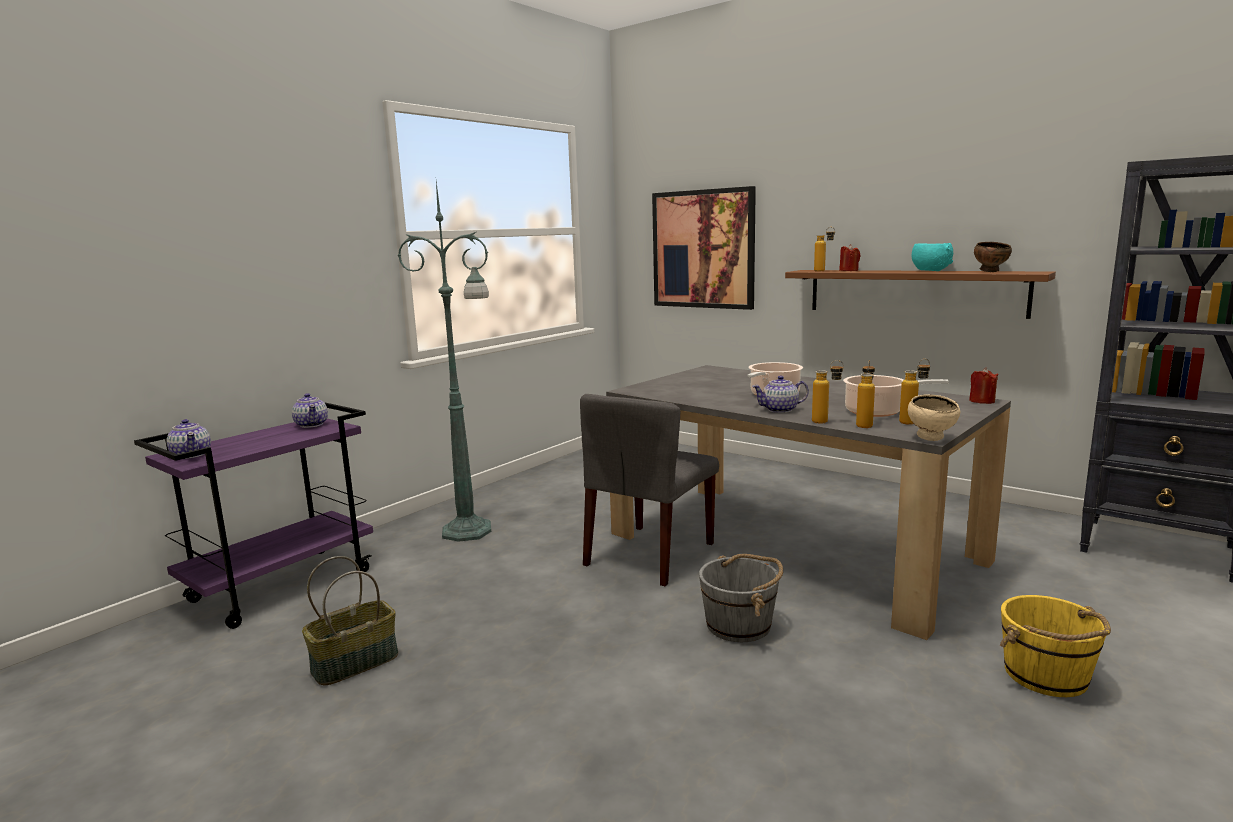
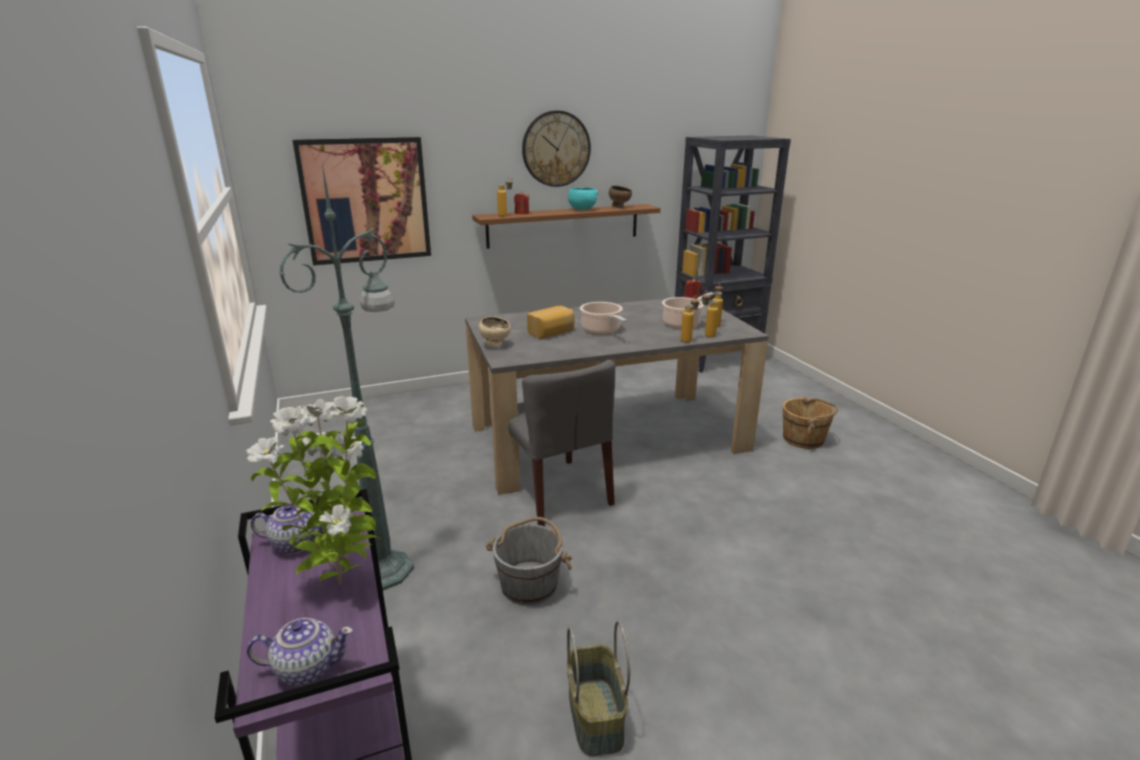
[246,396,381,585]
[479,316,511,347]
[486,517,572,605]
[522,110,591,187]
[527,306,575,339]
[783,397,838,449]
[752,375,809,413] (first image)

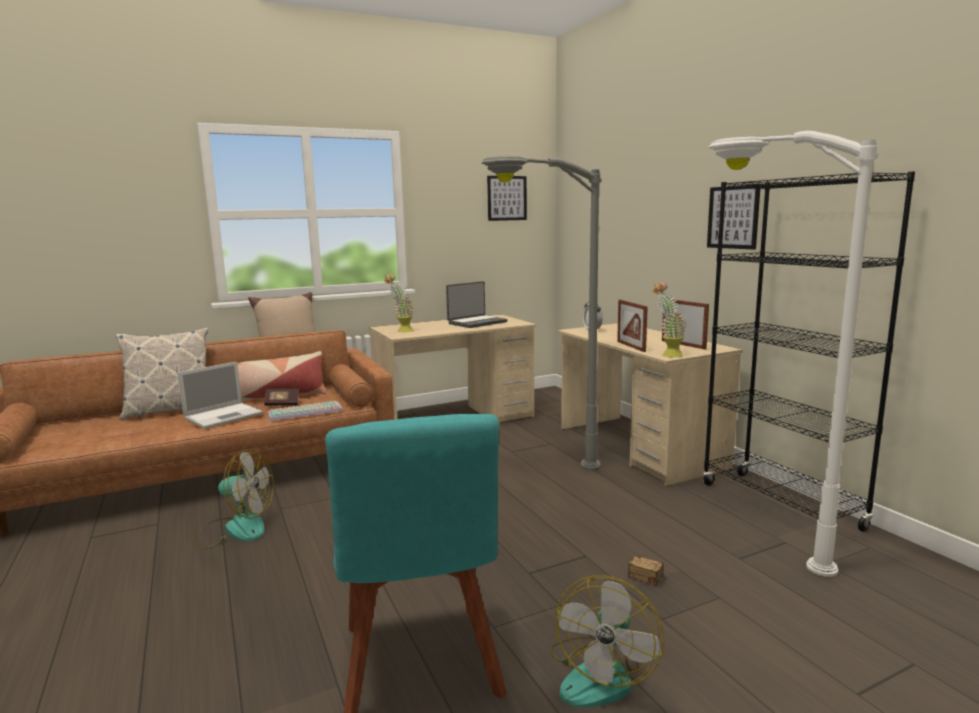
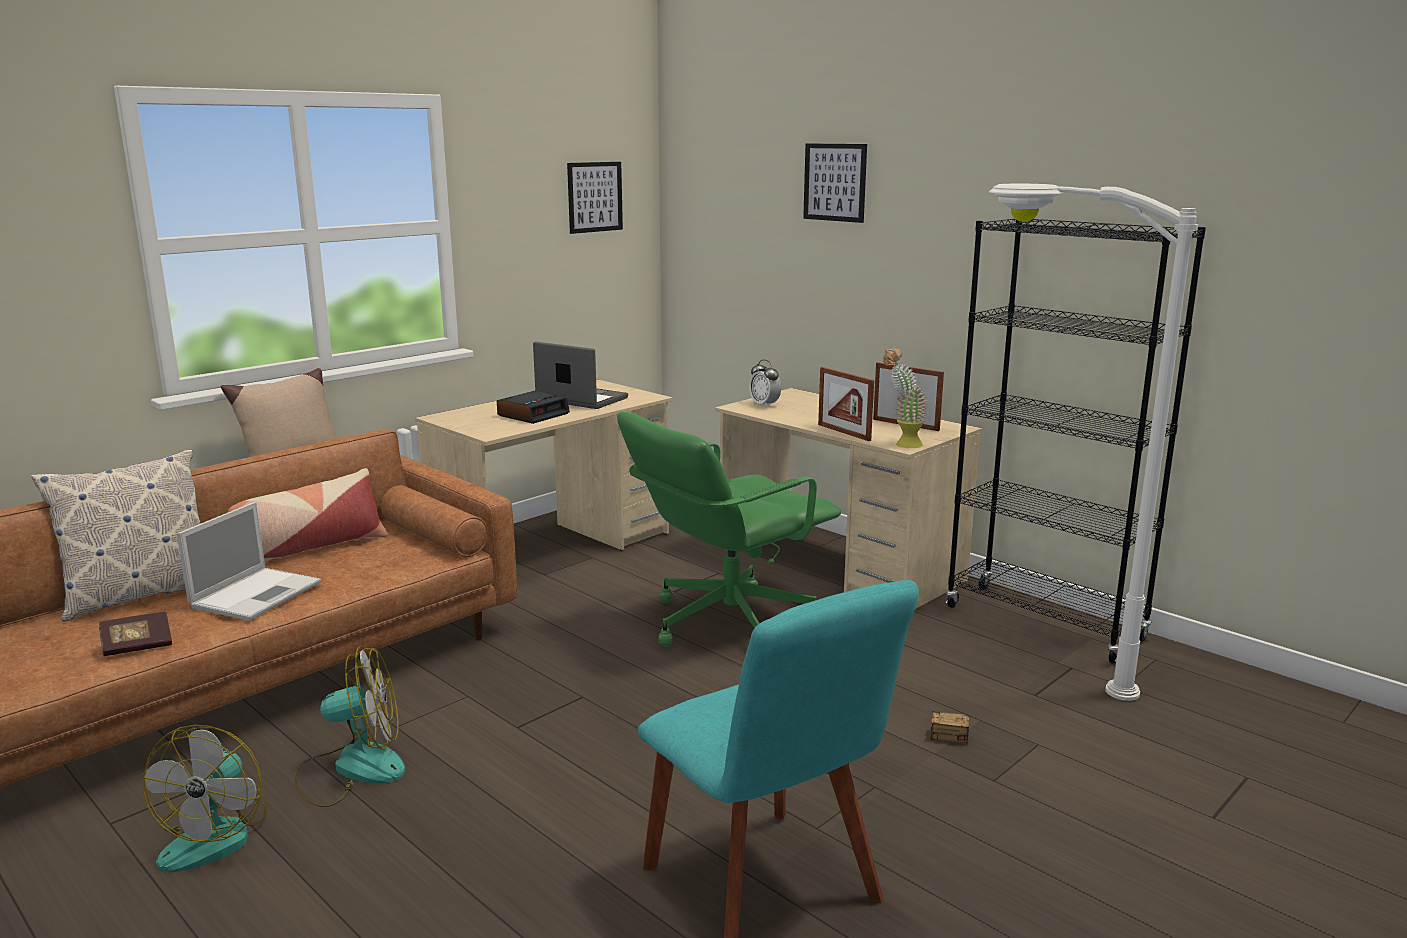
[99,612,172,656]
[143,725,267,872]
[497,390,570,424]
[533,342,628,409]
[617,412,841,647]
[803,143,867,223]
[268,401,343,421] (first image)
[385,274,413,332] (first image)

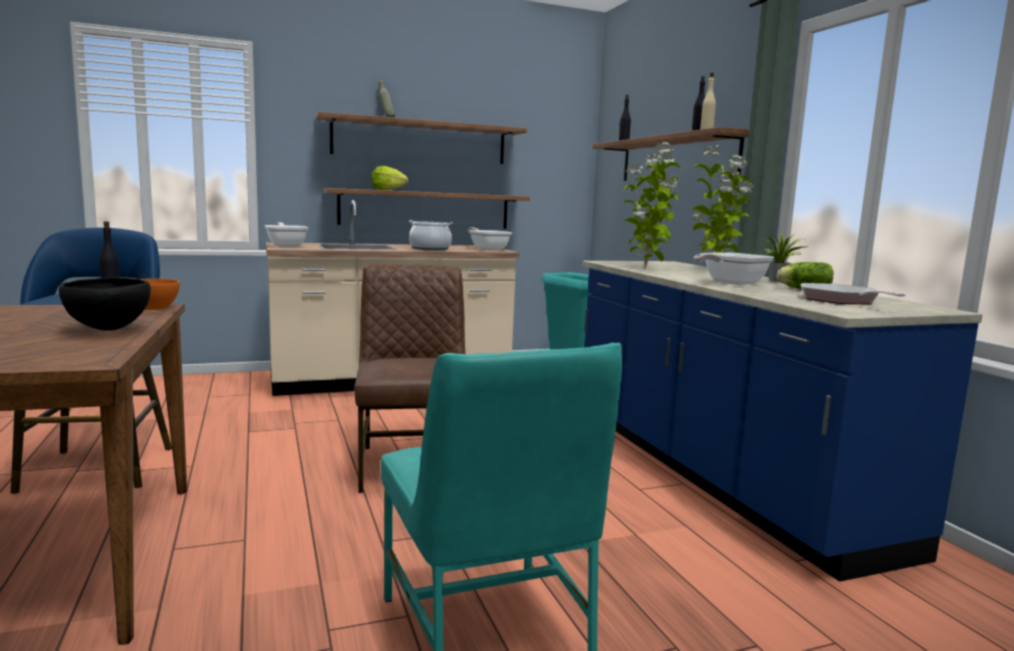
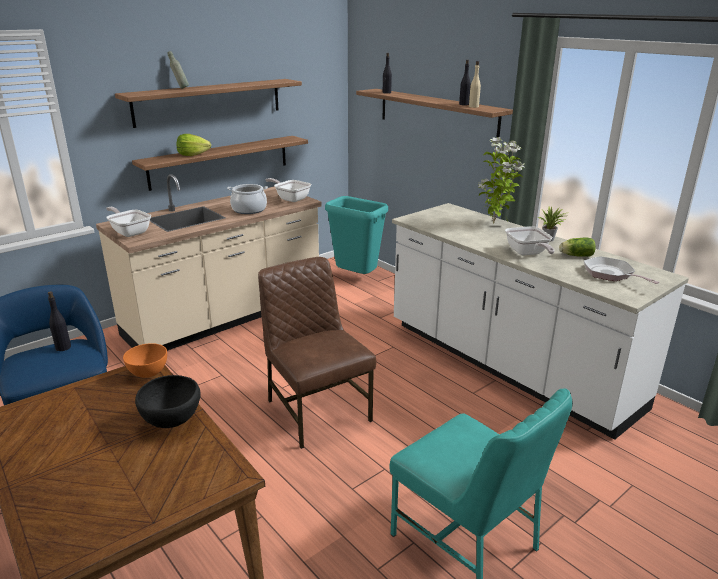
[392,203,689,440]
[505,226,555,256]
[624,142,680,268] (first image)

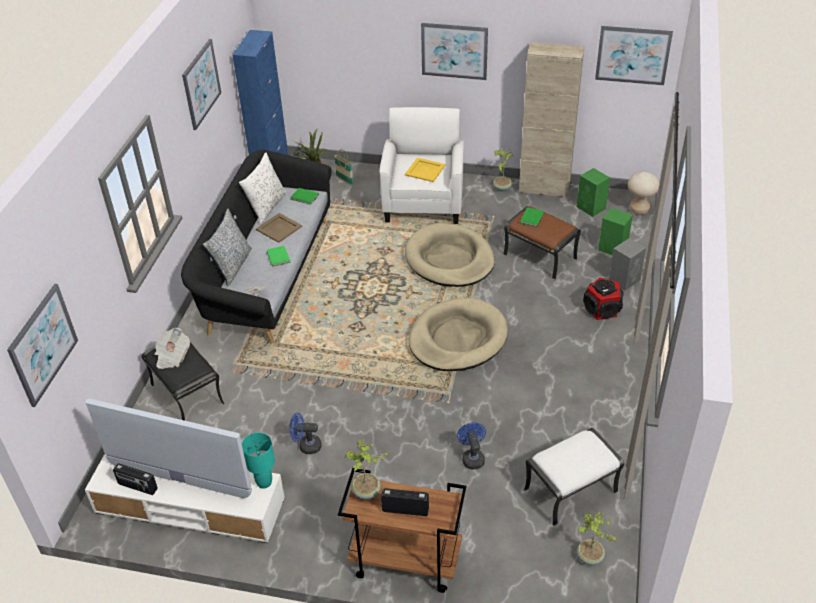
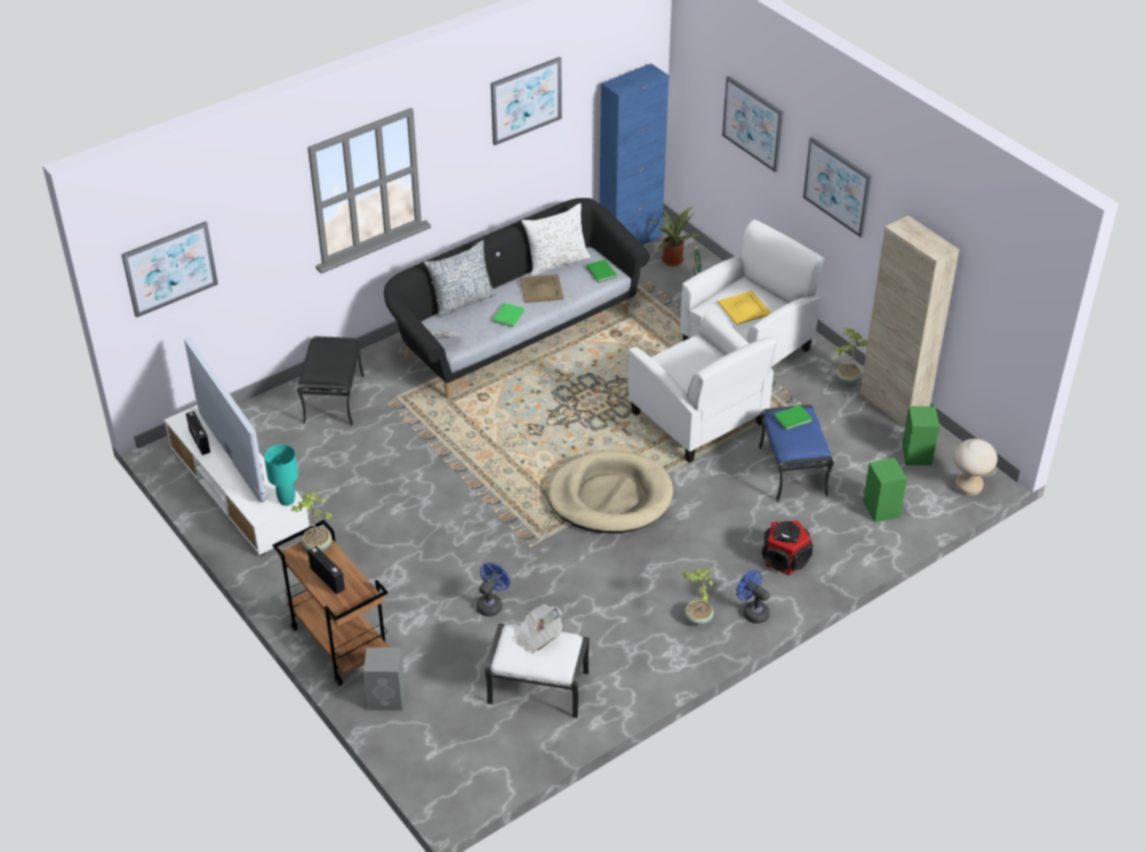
[364,647,405,711]
[513,604,563,654]
[628,310,777,463]
[682,568,714,625]
[722,76,783,173]
[736,570,770,624]
[759,405,834,502]

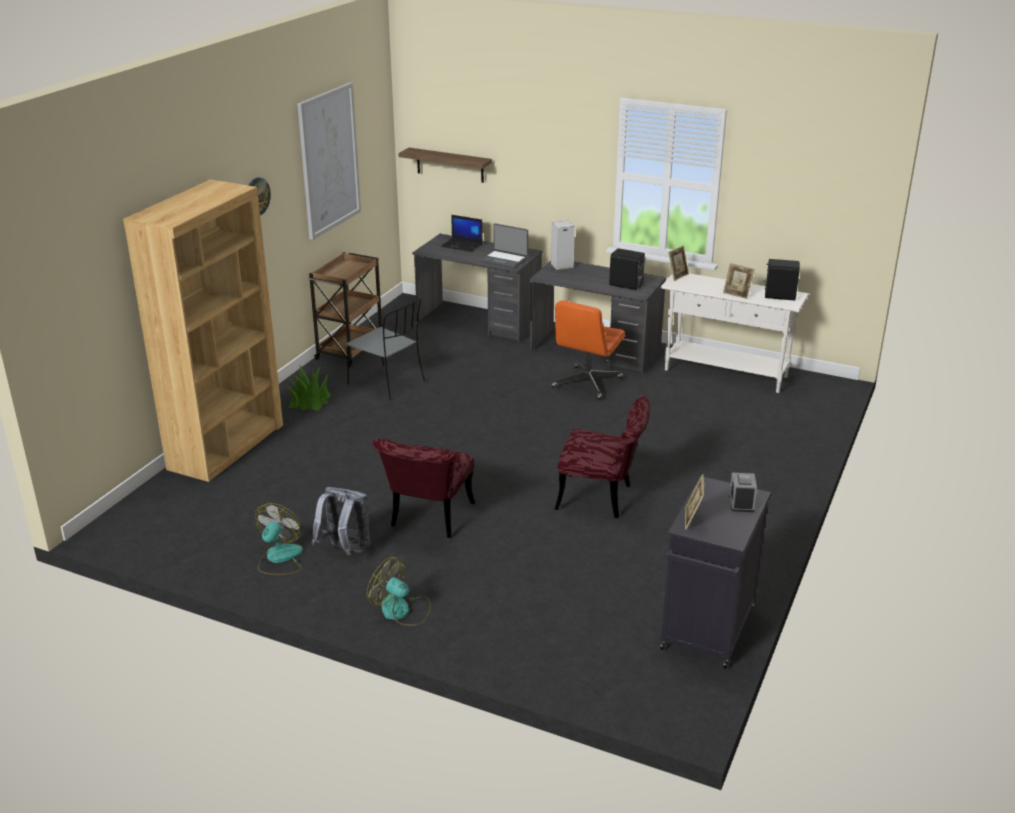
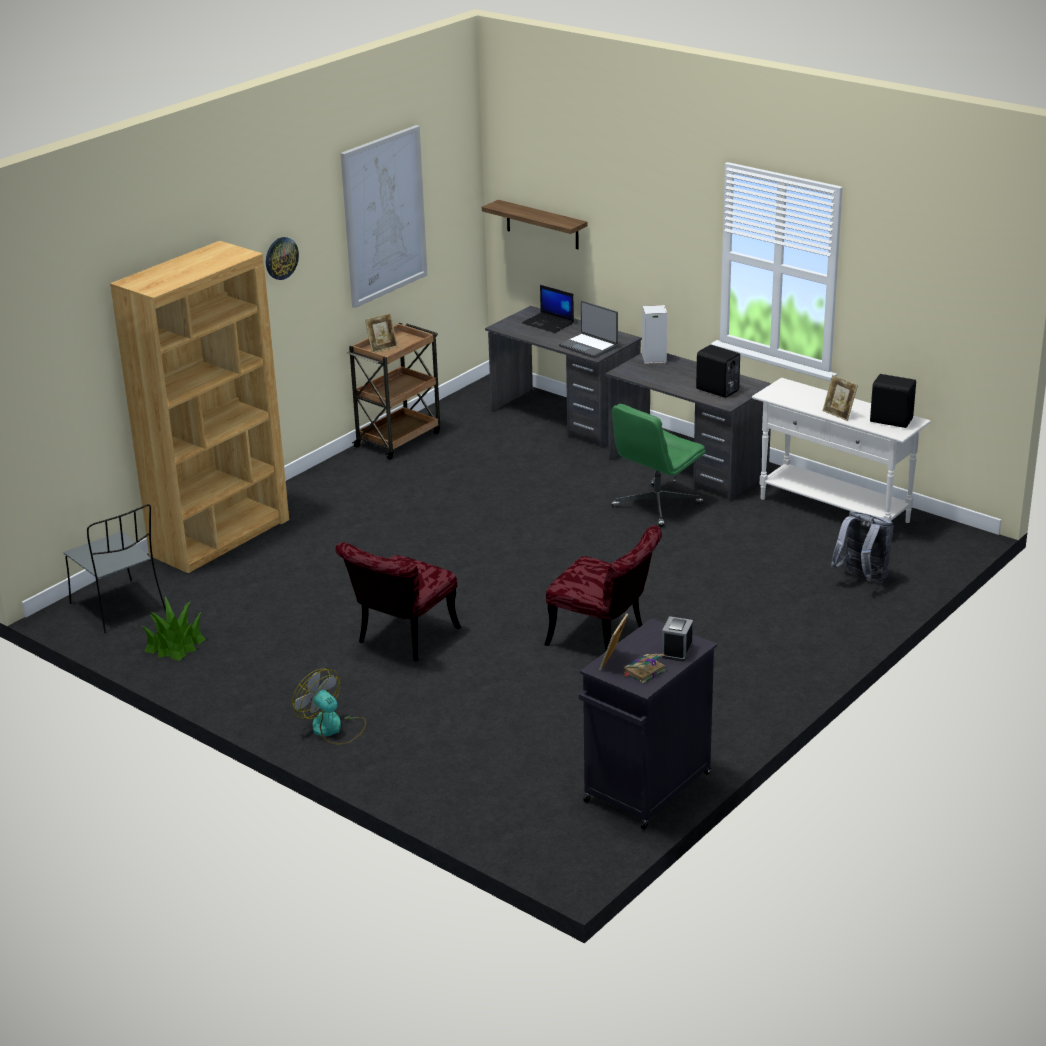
[63,504,166,633]
[142,596,206,661]
[365,313,397,353]
[611,404,705,527]
[622,654,666,684]
[830,511,894,583]
[255,503,303,575] (first image)

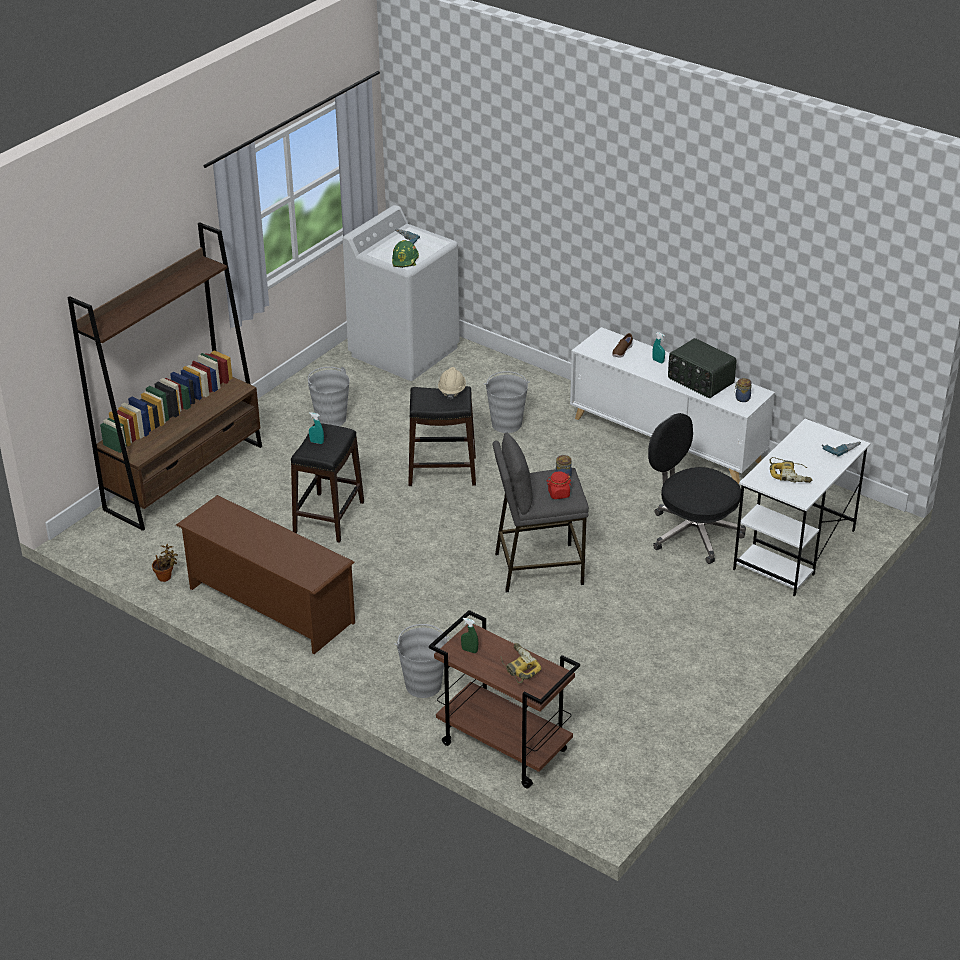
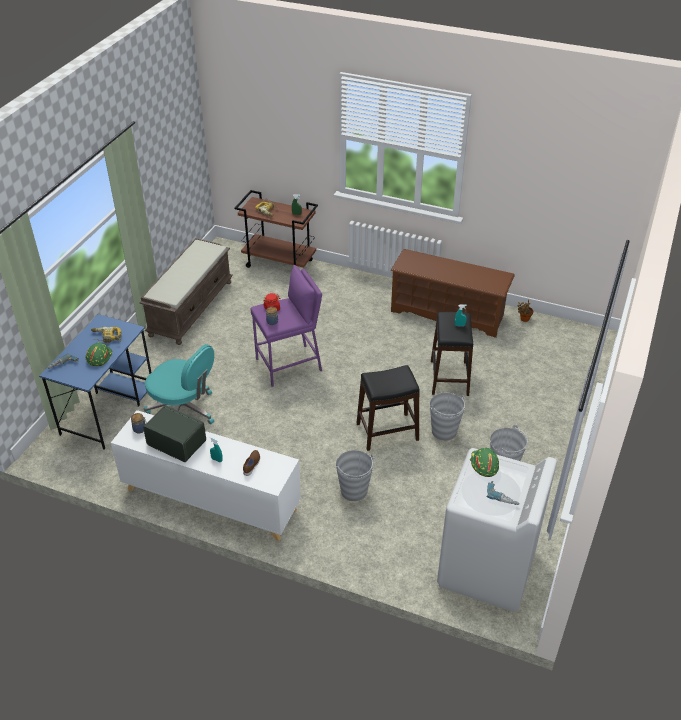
[39,314,152,450]
[85,343,112,366]
[140,238,233,345]
[144,344,214,424]
[250,265,322,387]
[430,392,465,441]
[68,222,262,531] (first image)
[438,367,466,400] (first image)

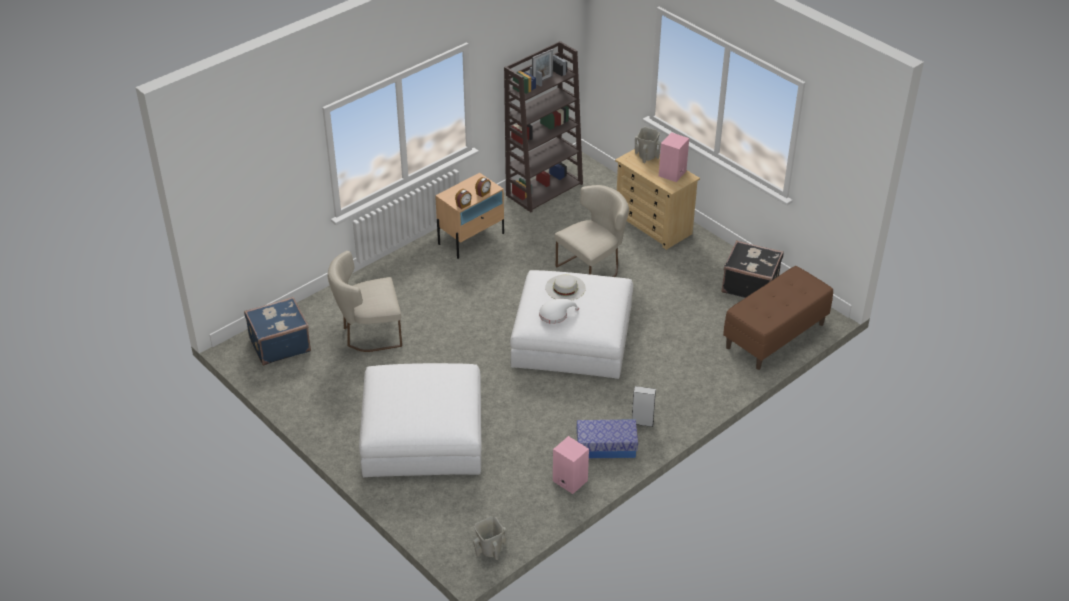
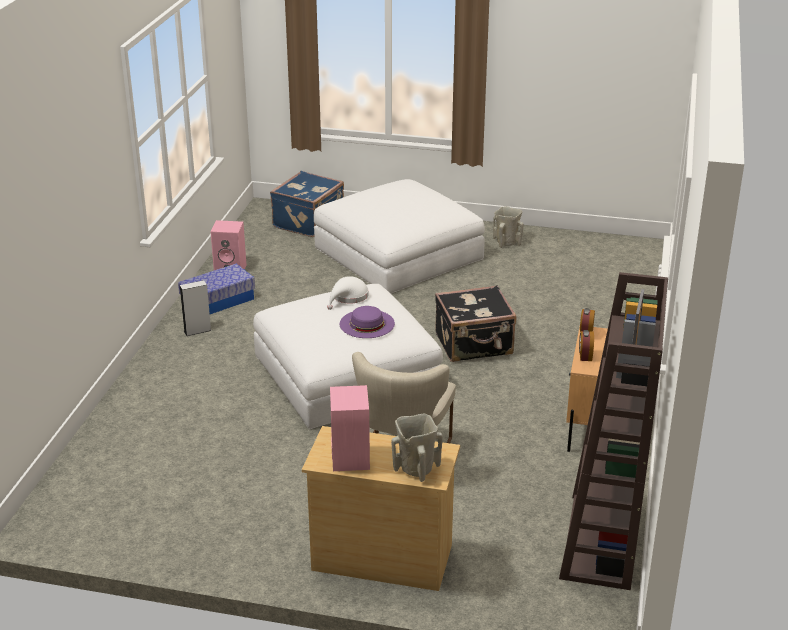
[270,171,344,237]
[340,306,395,338]
[435,285,516,362]
[493,206,523,248]
[328,251,402,352] (first image)
[723,266,833,370] (first image)

